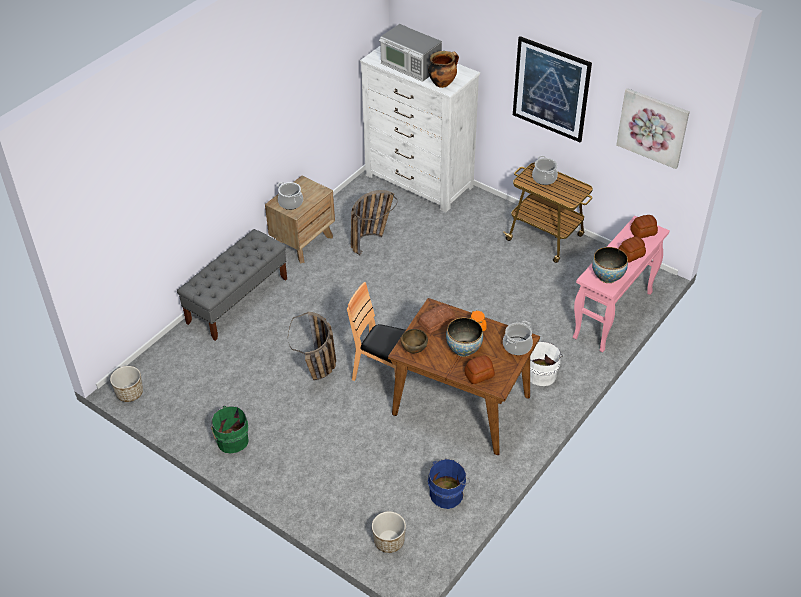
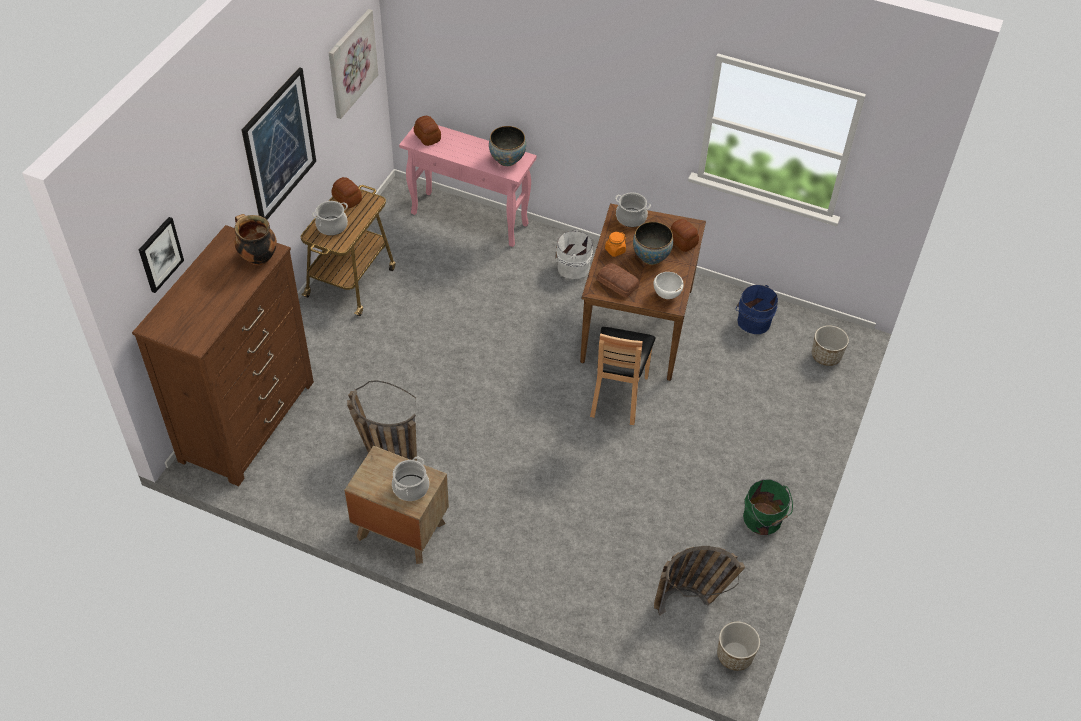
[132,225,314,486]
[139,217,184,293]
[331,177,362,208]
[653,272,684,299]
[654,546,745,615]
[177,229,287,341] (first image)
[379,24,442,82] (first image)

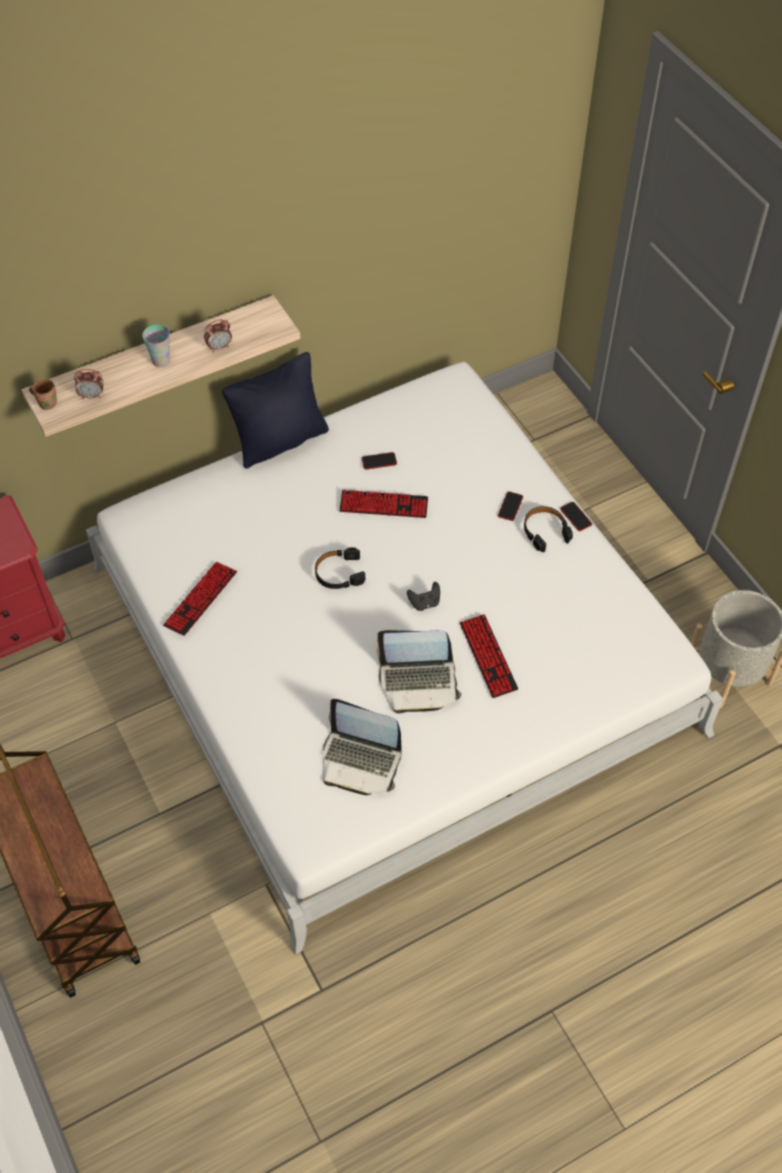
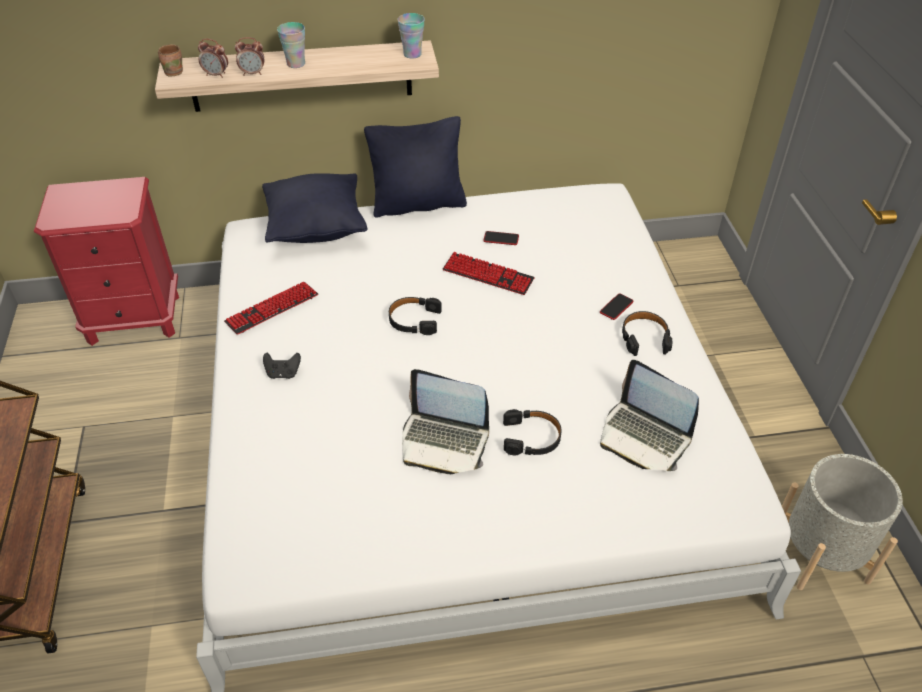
[235,37,264,76]
[262,173,368,243]
[263,353,301,379]
[398,13,425,59]
[503,409,562,456]
[600,360,699,471]
[560,502,592,531] (first image)

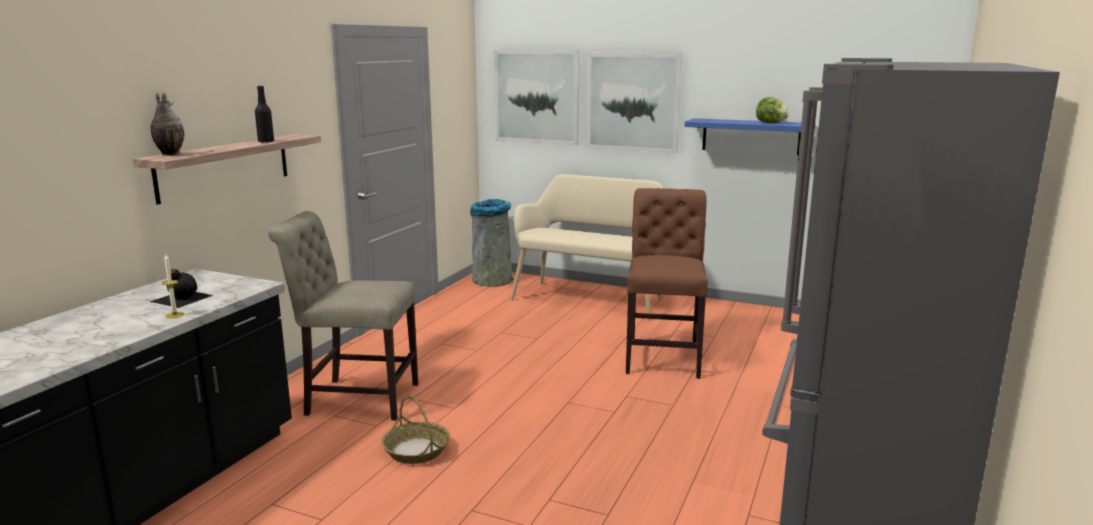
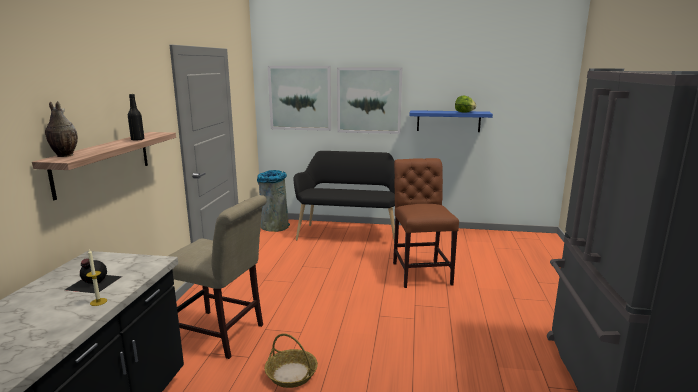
[168,195,267,359]
[294,151,395,240]

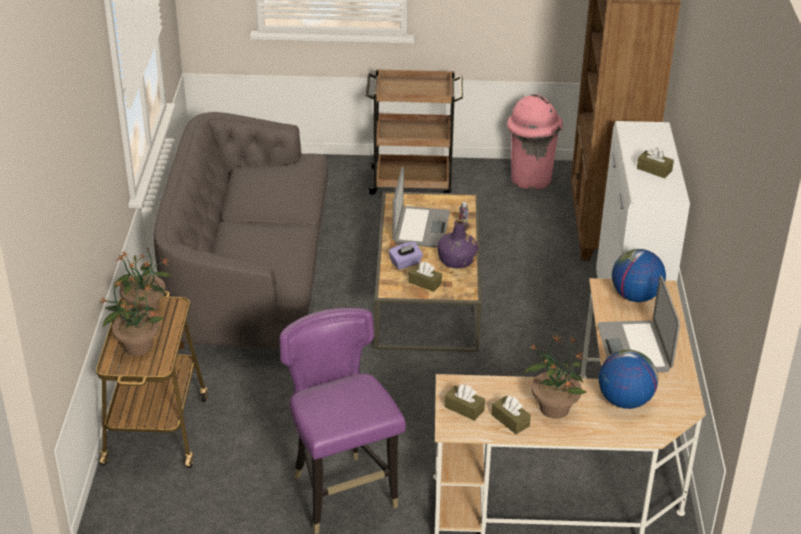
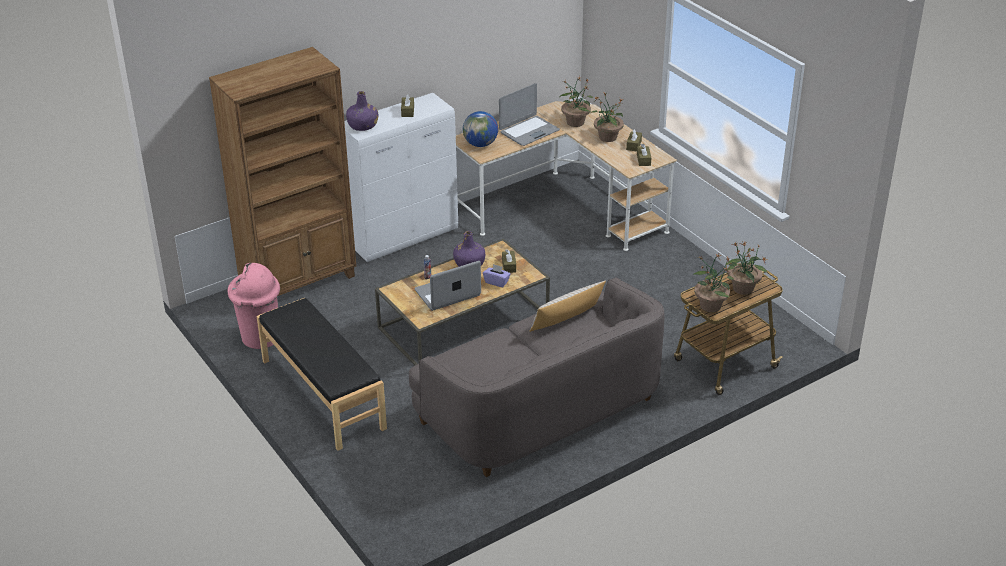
[256,298,387,451]
[346,91,378,131]
[529,281,606,332]
[561,76,594,127]
[280,308,406,534] (first image)

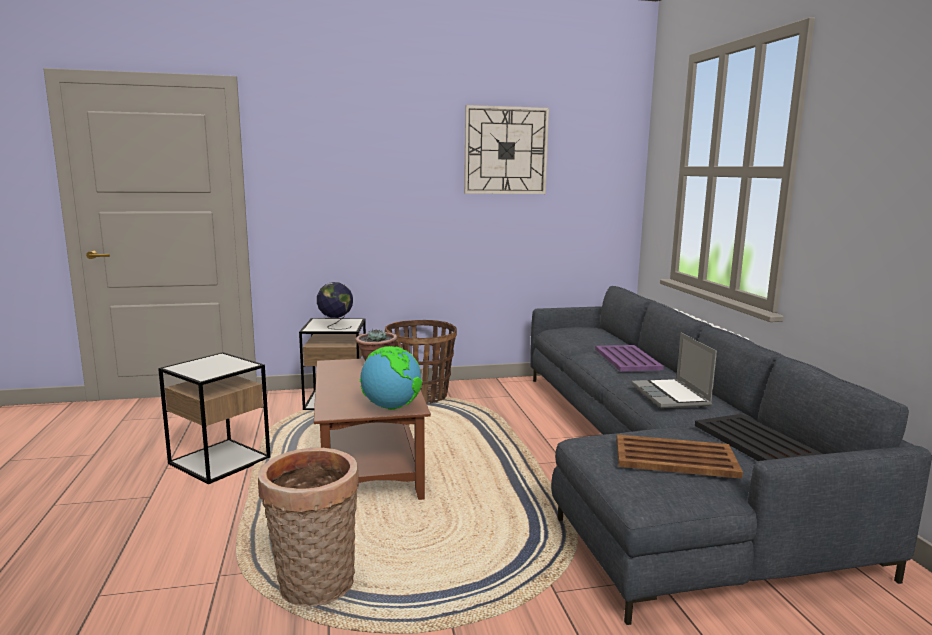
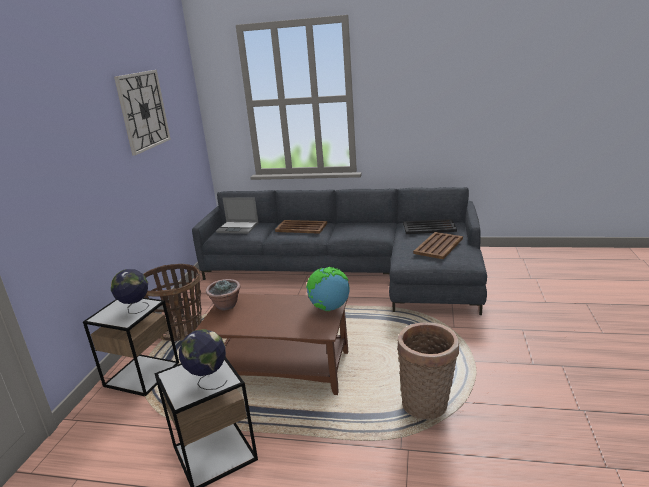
[179,329,228,390]
[216,197,259,234]
[275,220,327,234]

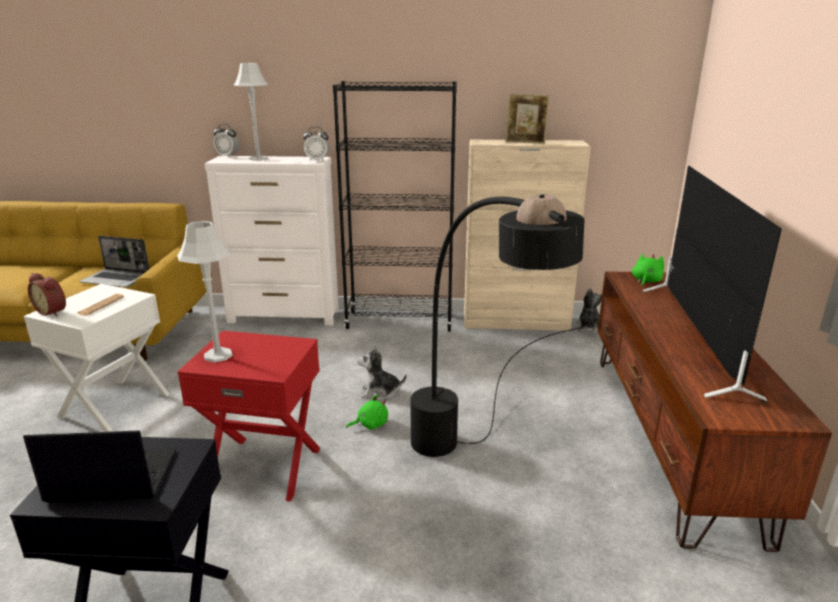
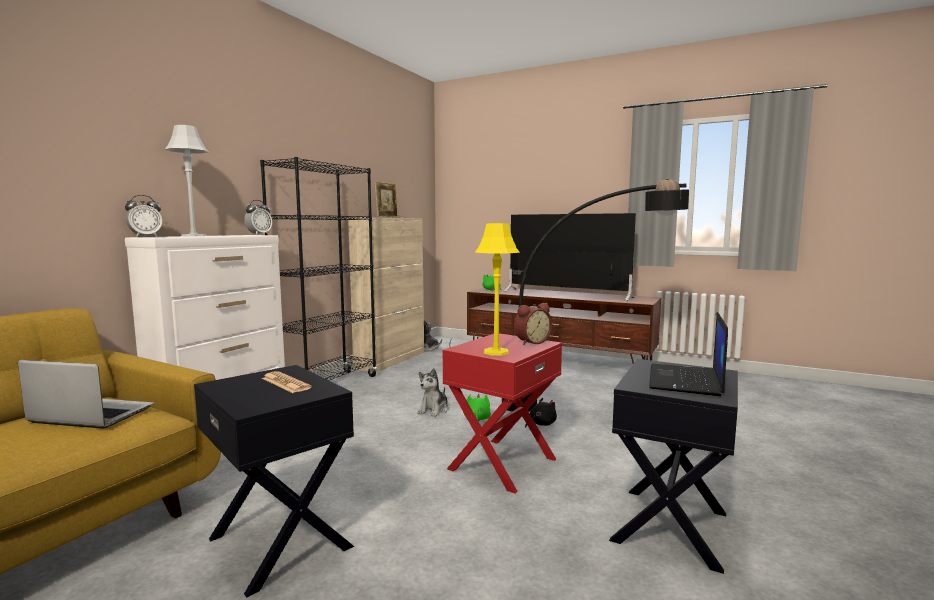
[18,360,154,429]
[194,365,354,598]
[475,223,520,356]
[514,303,552,345]
[525,398,557,427]

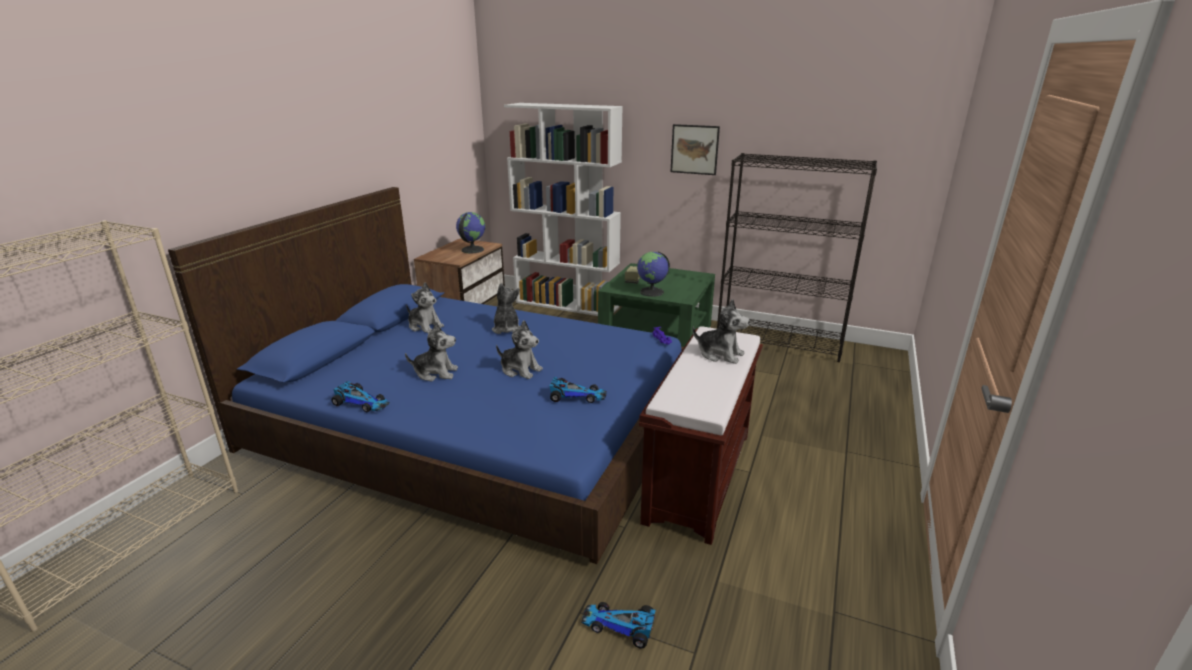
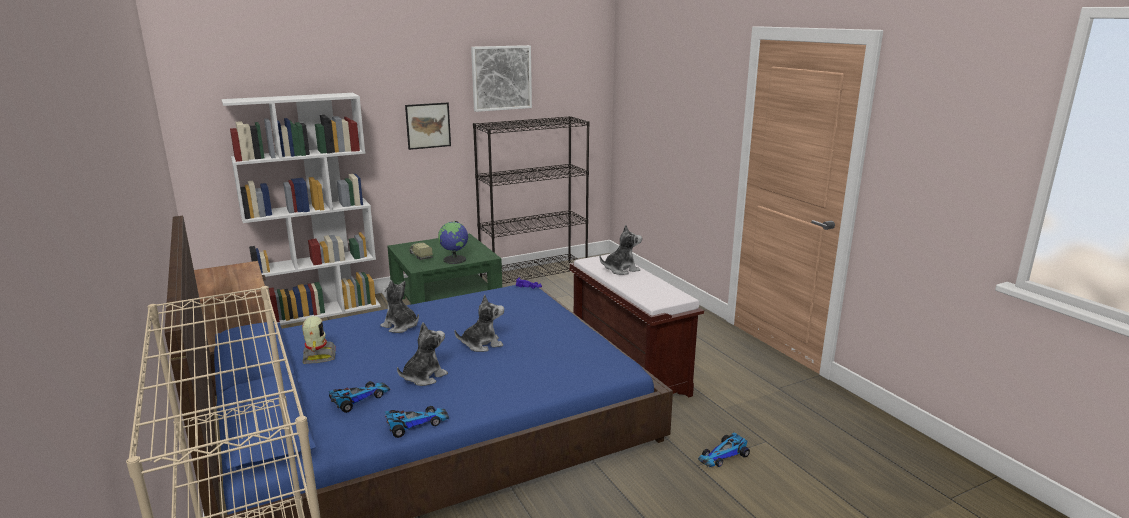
[302,316,336,364]
[329,381,390,413]
[471,45,532,112]
[456,212,485,253] (first image)

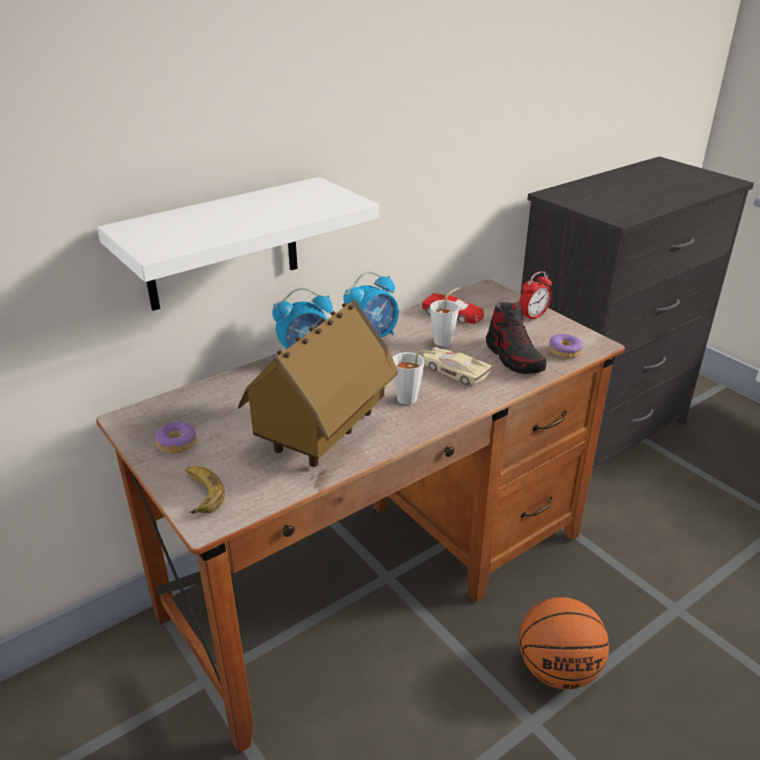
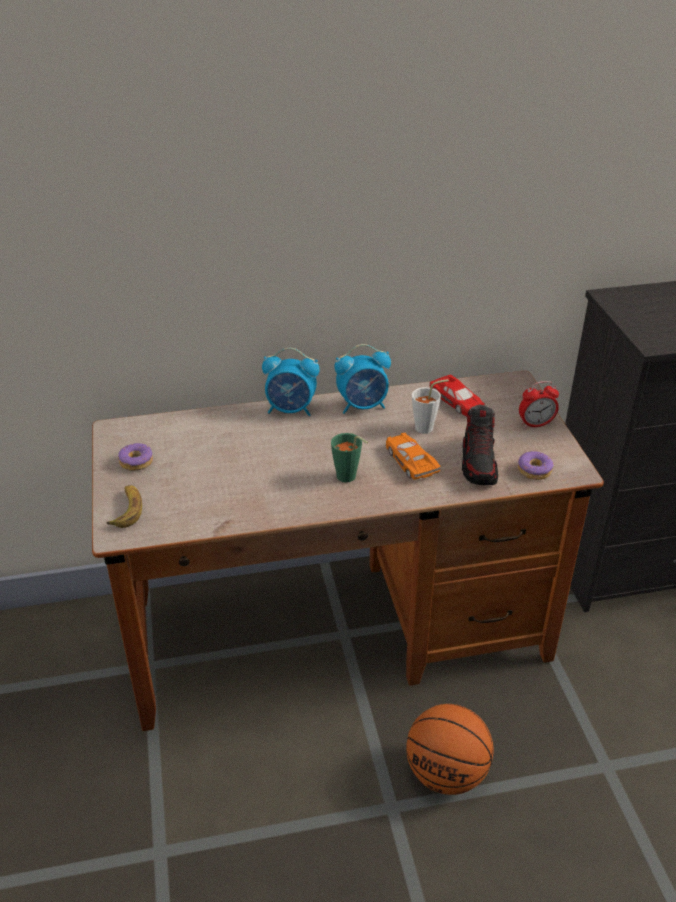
[331,433,368,482]
[386,433,441,480]
[97,177,379,311] (first image)
[238,299,398,467] (first image)

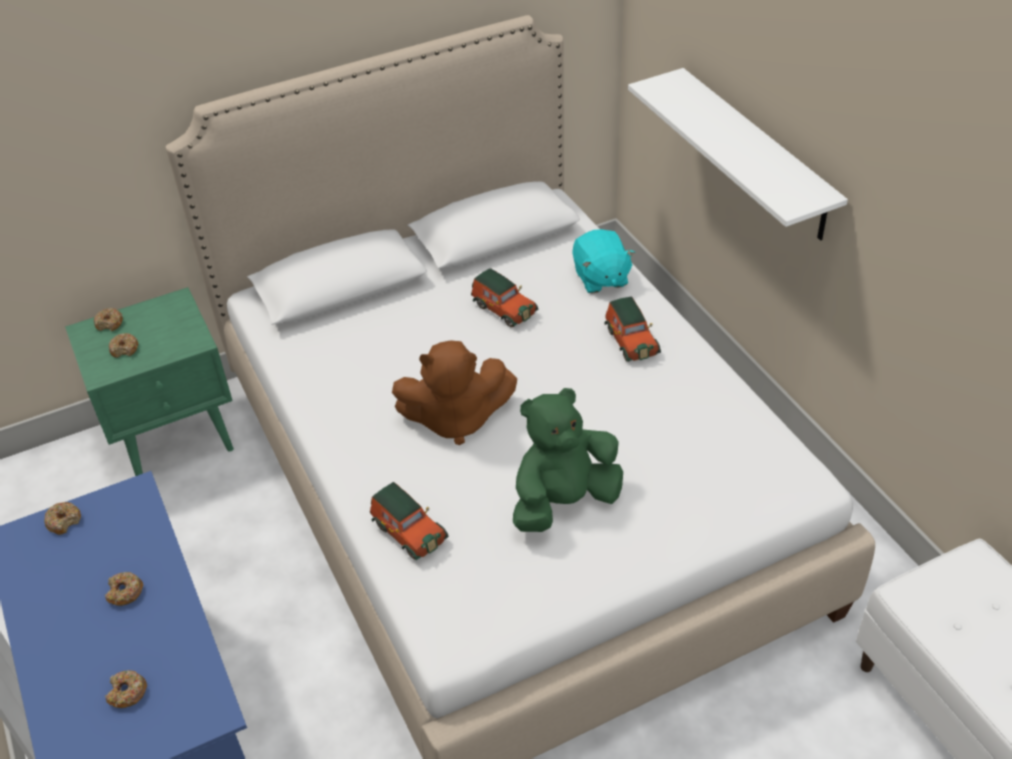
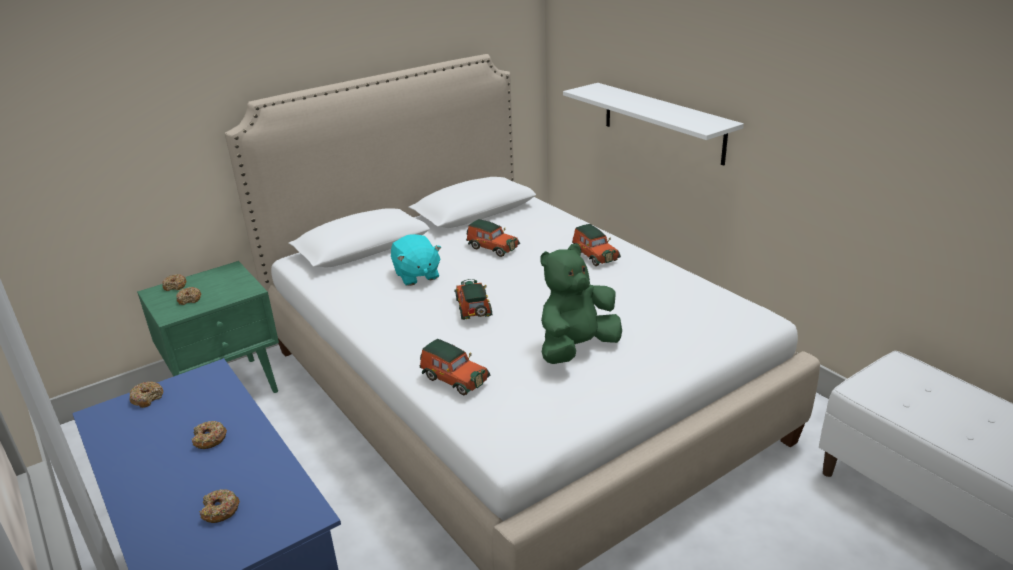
[391,234,442,286]
[454,279,492,320]

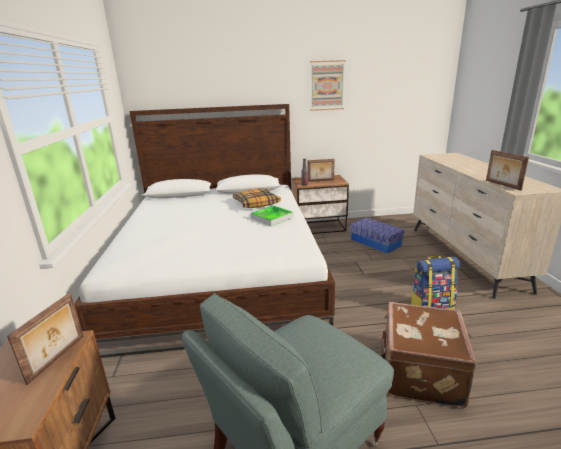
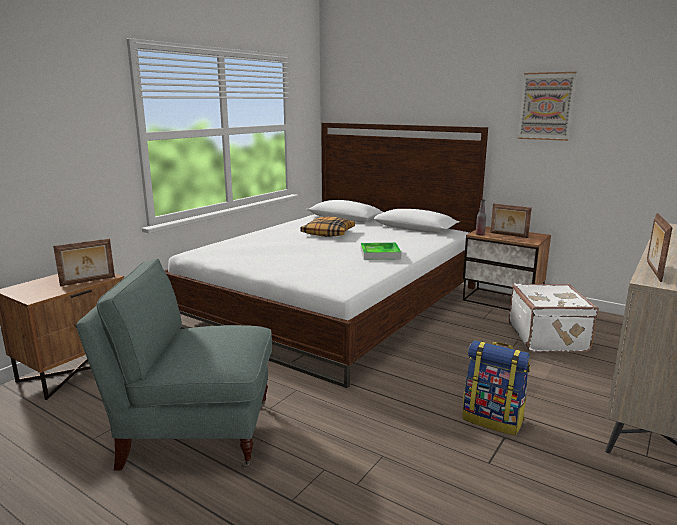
[300,217,355,237]
[509,283,599,353]
[380,302,476,409] (first image)

